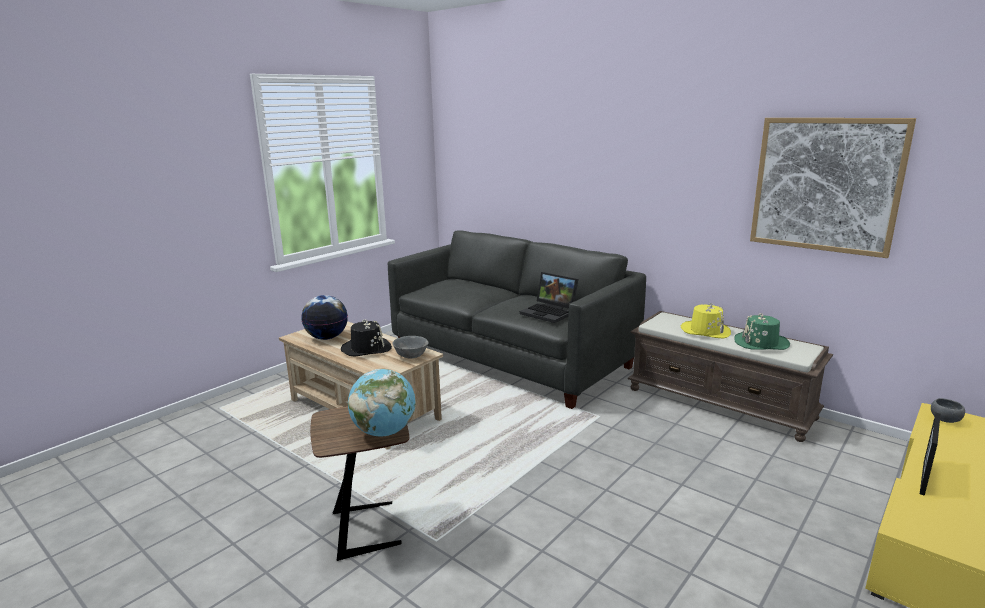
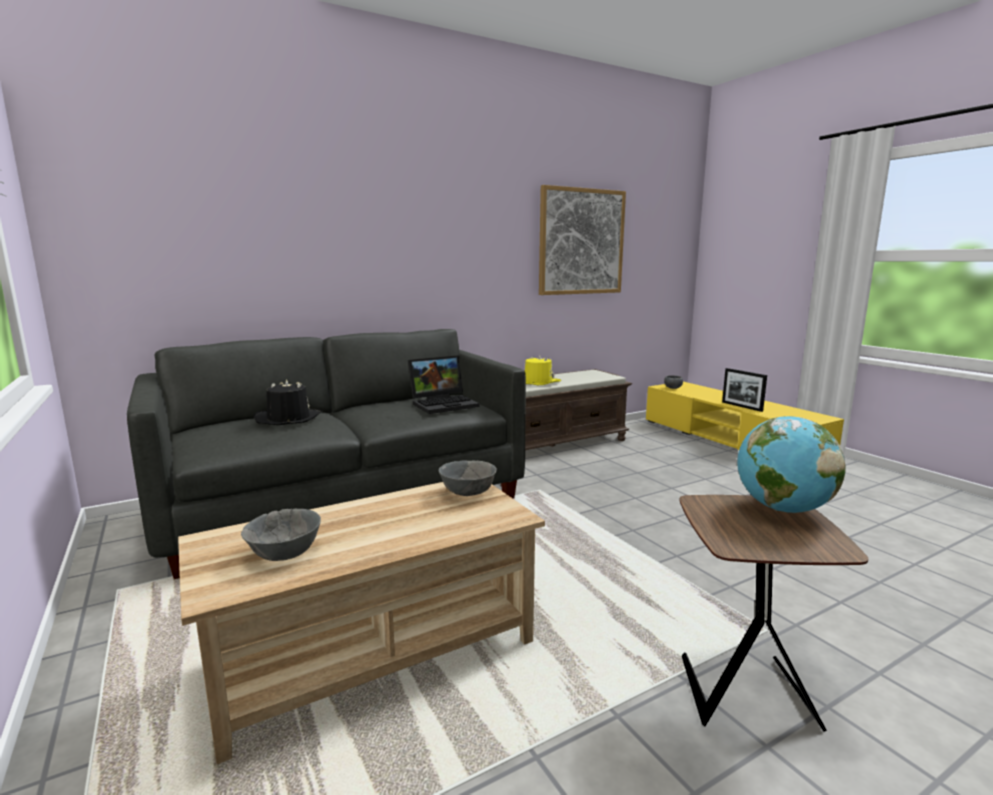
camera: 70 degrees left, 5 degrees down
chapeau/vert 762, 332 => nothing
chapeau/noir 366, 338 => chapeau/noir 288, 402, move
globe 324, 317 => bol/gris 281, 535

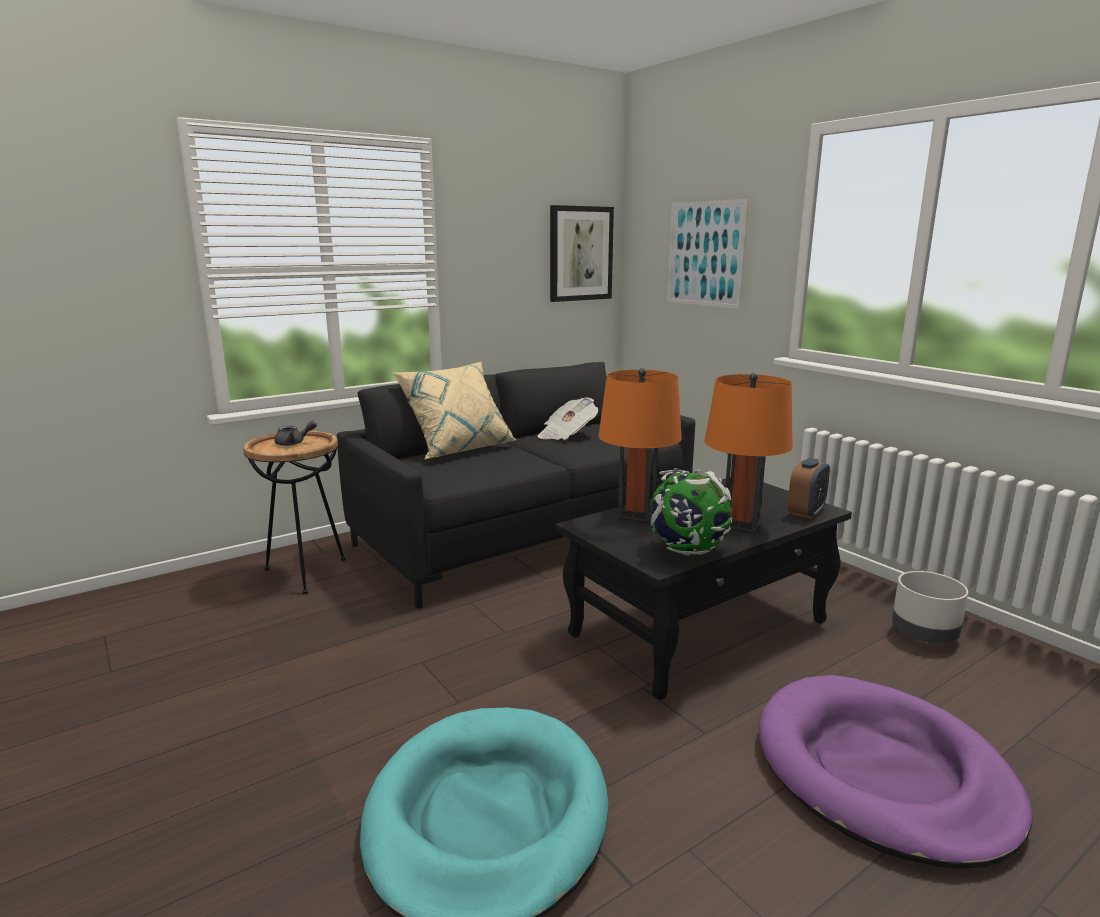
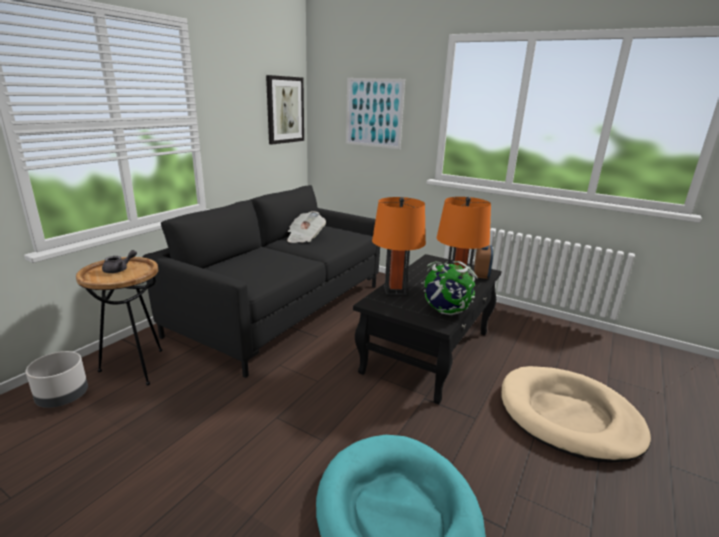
camera: 25 degrees left, 5 degrees up
coussin/beige 454, 410 => nothing
cache-pot/gris 930, 607 => cache-pot/gris 56, 379, move
panier pour chien/violet 896, 771 => panier pour chien/beige 576, 414

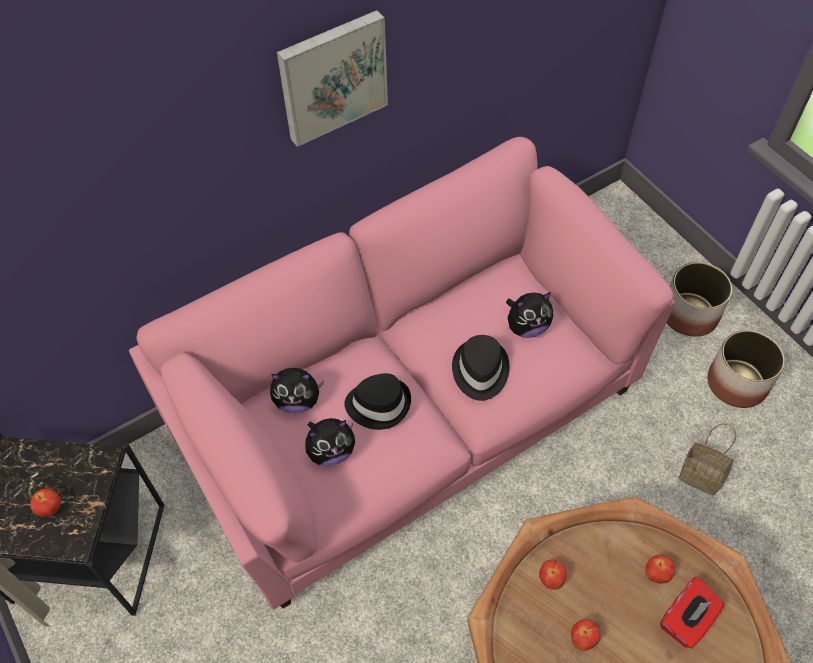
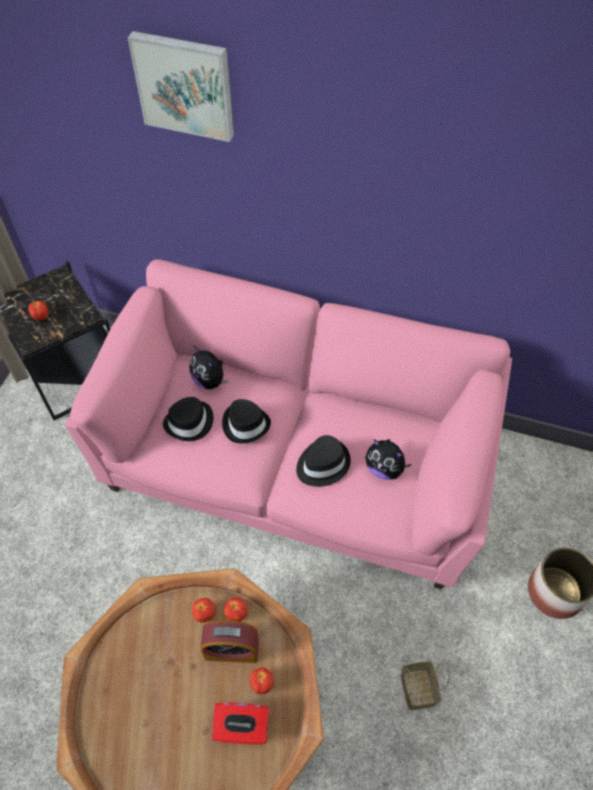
camera: 50 degrees right, 0 degrees up
cache-pot 746, 369 => nothing
nothing => réveil 229, 641
tableau 332, 78 => tableau 181, 86, move
pomme 586, 635 => pomme 236, 609, move
peluche 330, 442 => chapeau/noir 188, 419

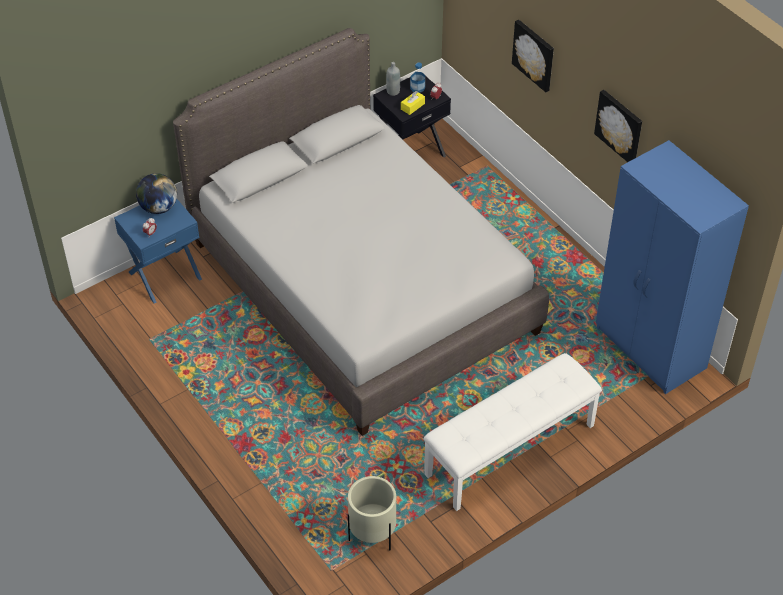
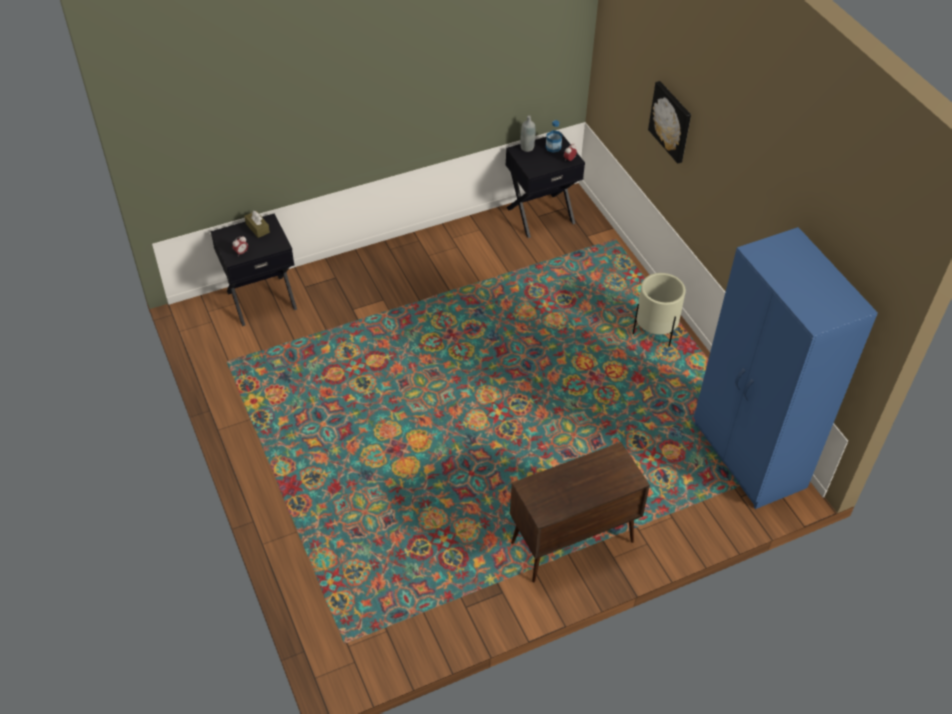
camera: 10 degrees right, 0 degrees up
lit/gris 361, 232 => nothing
boîte à mouchoirs/jaune 413, 103 => nothing
tableau 618, 126 => nothing
cache-pot/beige 372, 513 => cache-pot/beige 659, 309, move
globe 156, 193 => boîte à mouchoirs/marron 257, 224
banc/blanc 512, 432 => meuble de rangement/marron 580, 512
table de chevet/bleu 158, 251 => table de chevet/noir 254, 270

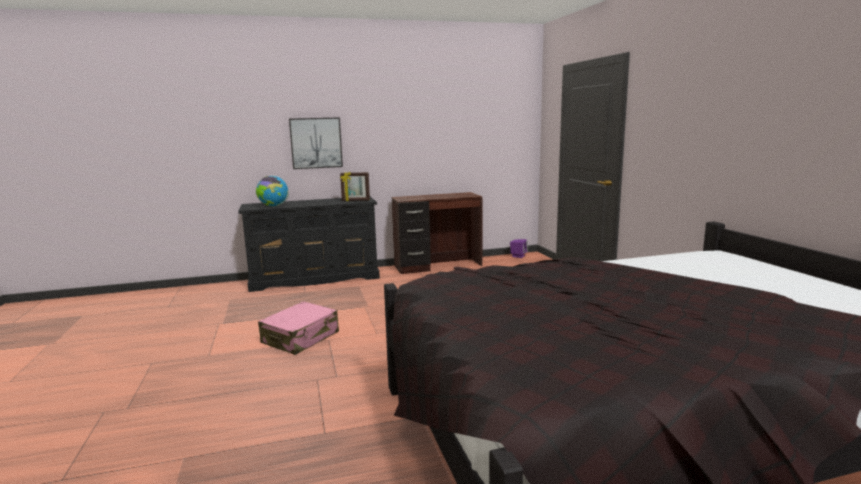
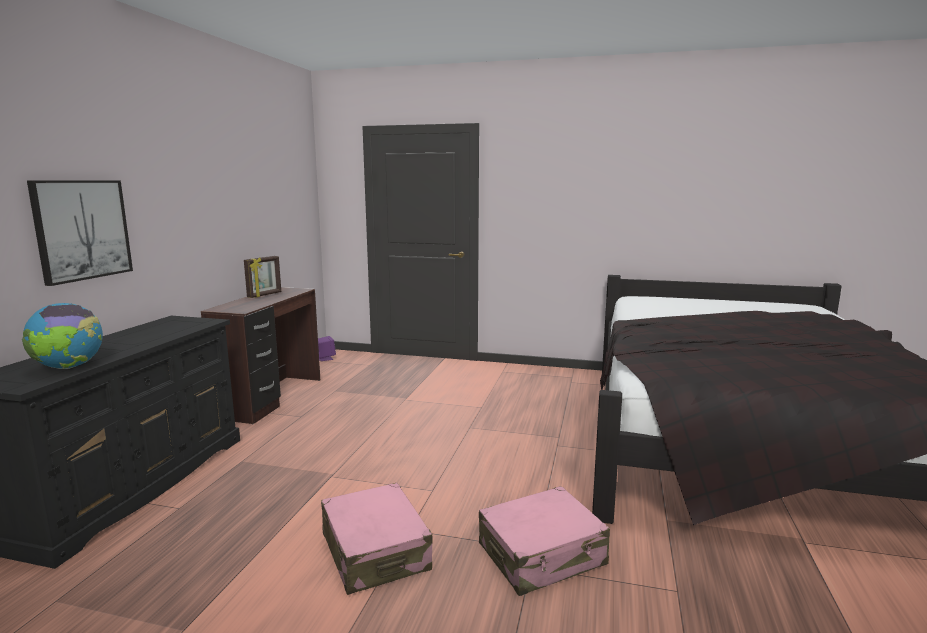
camera: 60 degrees left, 0 degrees up
nothing => valise/rose 544, 541
cadre photo 355, 186 => cadre photo 262, 277, move

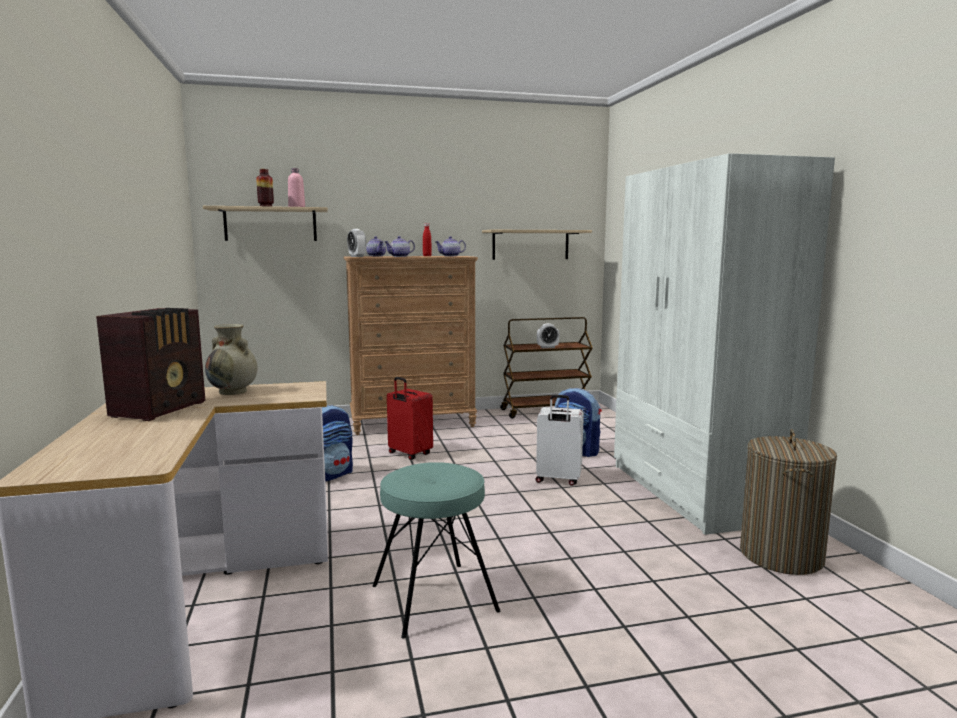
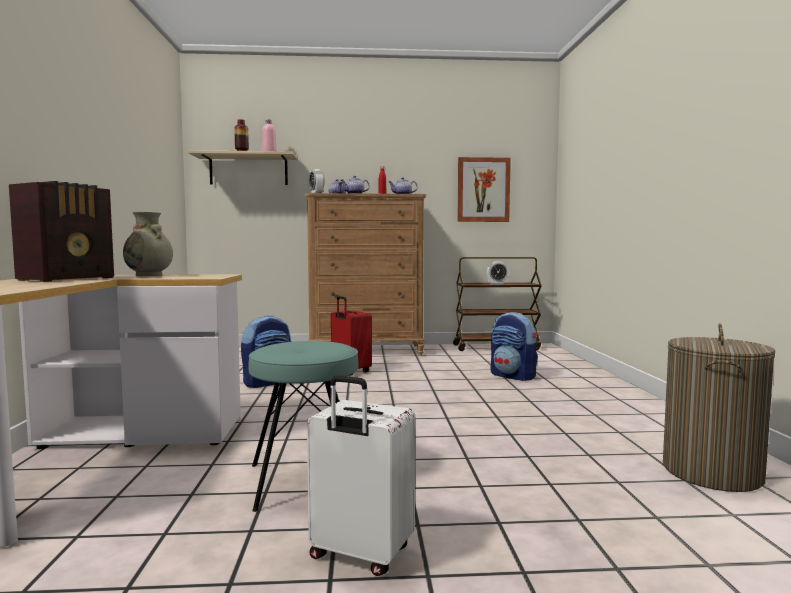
camera: 10 degrees right, 5 degrees down
armoire/blanc 724, 344 => nothing
valise/blanc 560, 440 => valise/blanc 361, 475, move
étagère/beige 537, 245 => tableau 484, 189

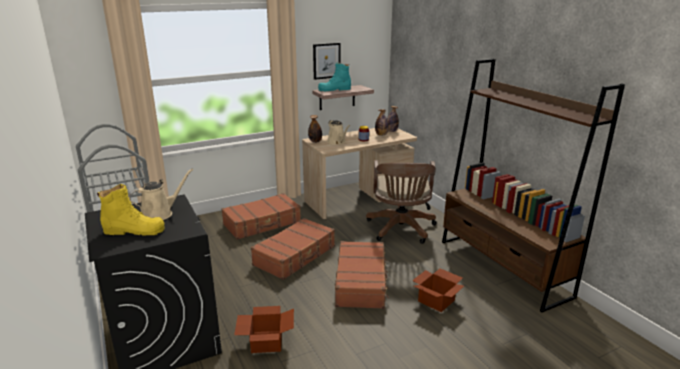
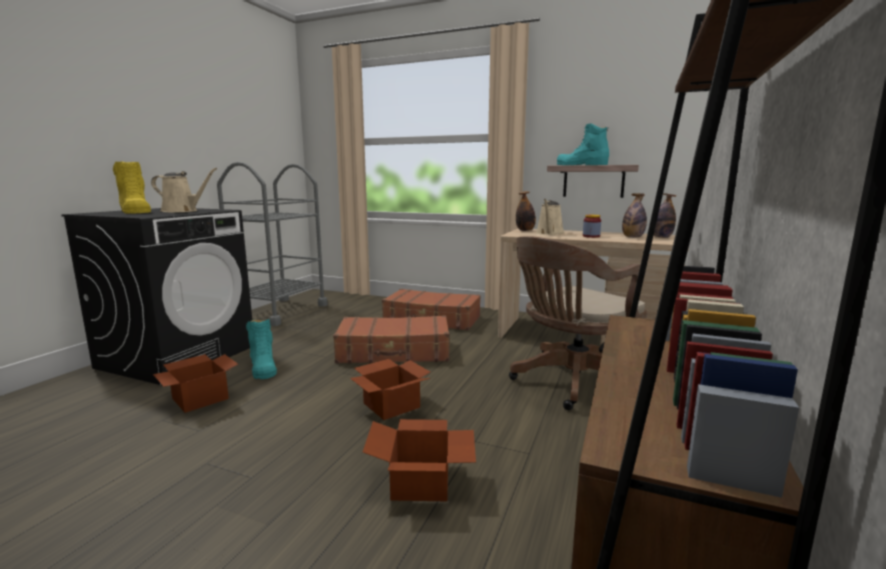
camera: 50 degrees right, 10 degrees down
tableau 327, 61 => nothing
nothing => botte/turquoise 261, 349
valise/marron 362, 275 => carton 390, 389

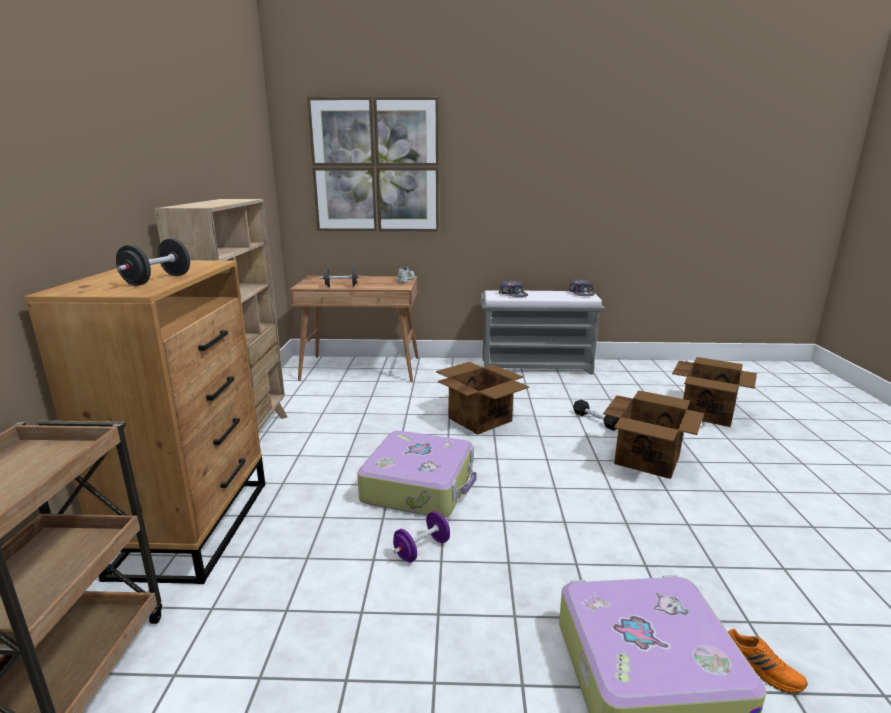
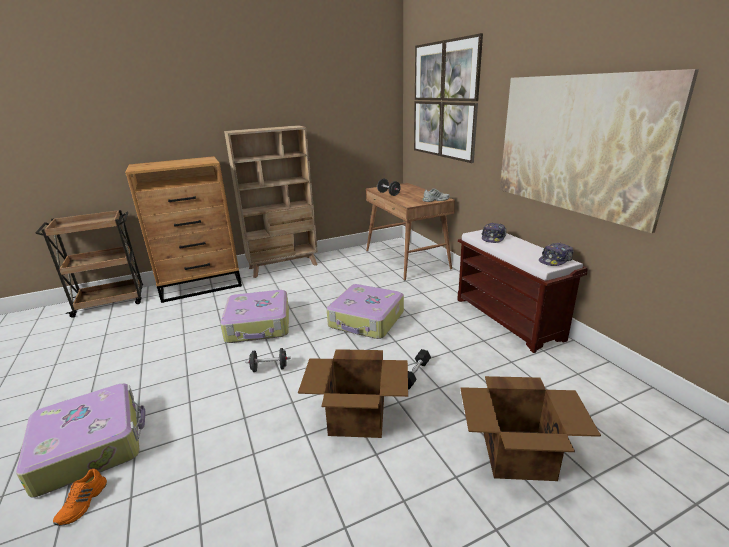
camera: 65 degrees right, 5 degrees up
haltère/violet 421, 537 => nothing
nothing => tableau 599, 151
haltère/noir 153, 262 => haltère/noir 268, 360, move
carton 482, 398 => valise 365, 311
banc/gris 543, 332 => banc/marron 522, 291

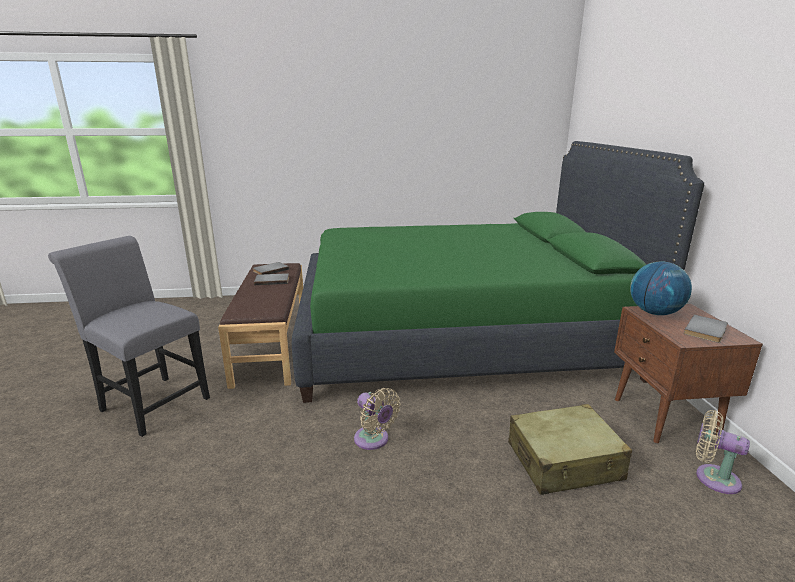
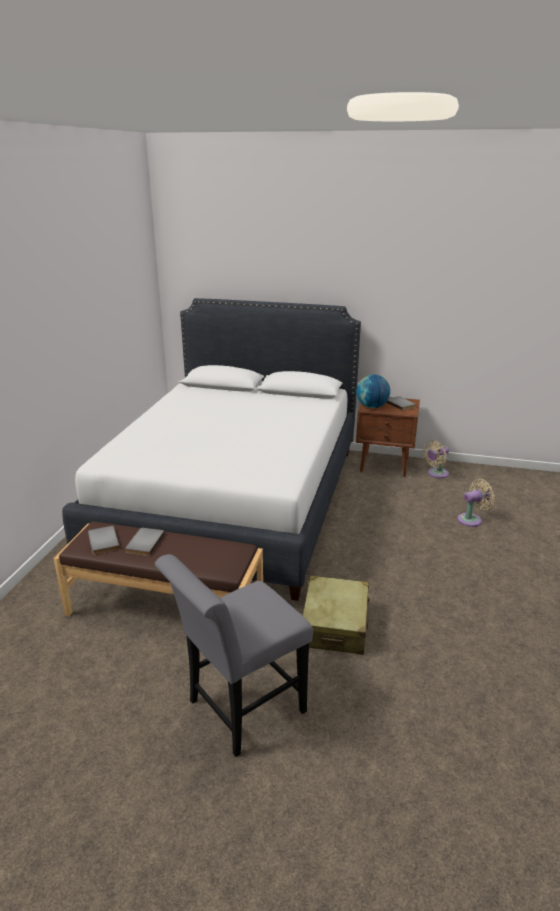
camera: 70 degrees left, 5 degrees up
ventilateur/beige 377, 419 => ventilateur/beige 476, 503, move
valise/beige 570, 449 => valise/beige 336, 615, move
lit/vert 498, 272 => lit/blanc 211, 449

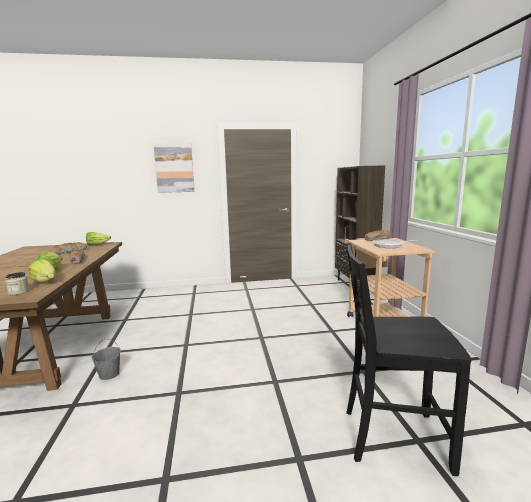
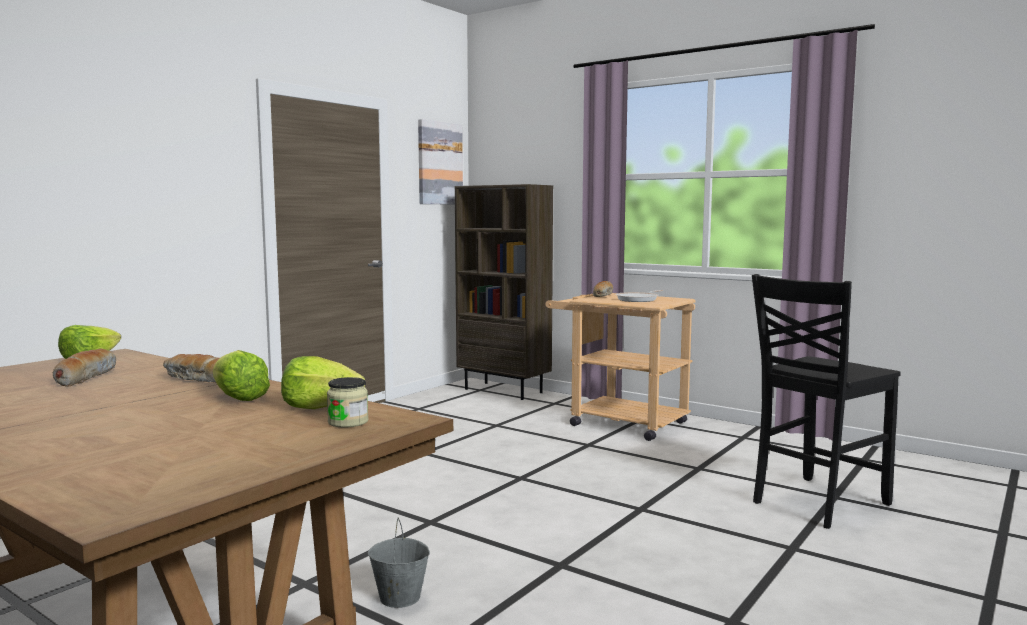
camera: 45 degrees left, 5 degrees down
tableau 173, 168 => tableau 440, 162, move

